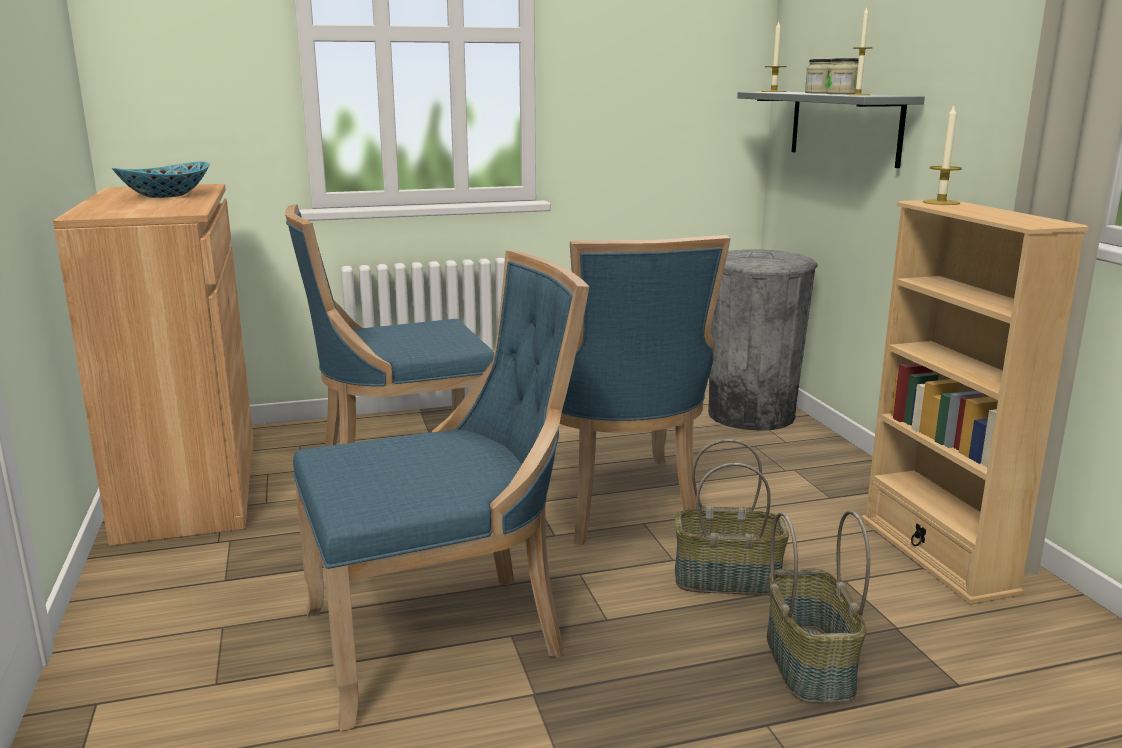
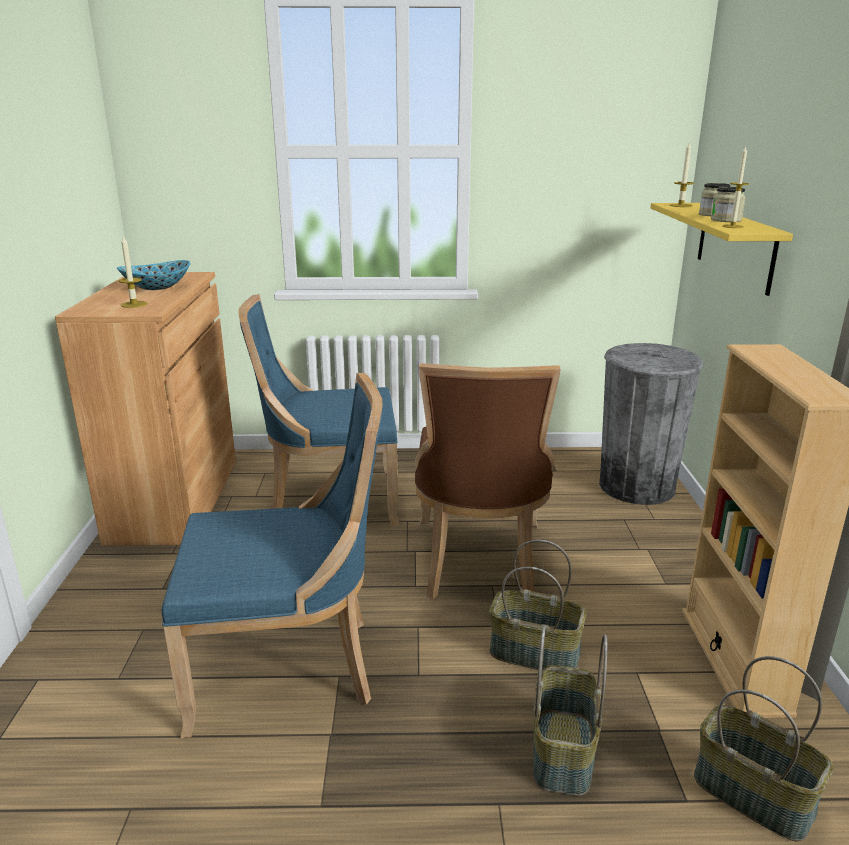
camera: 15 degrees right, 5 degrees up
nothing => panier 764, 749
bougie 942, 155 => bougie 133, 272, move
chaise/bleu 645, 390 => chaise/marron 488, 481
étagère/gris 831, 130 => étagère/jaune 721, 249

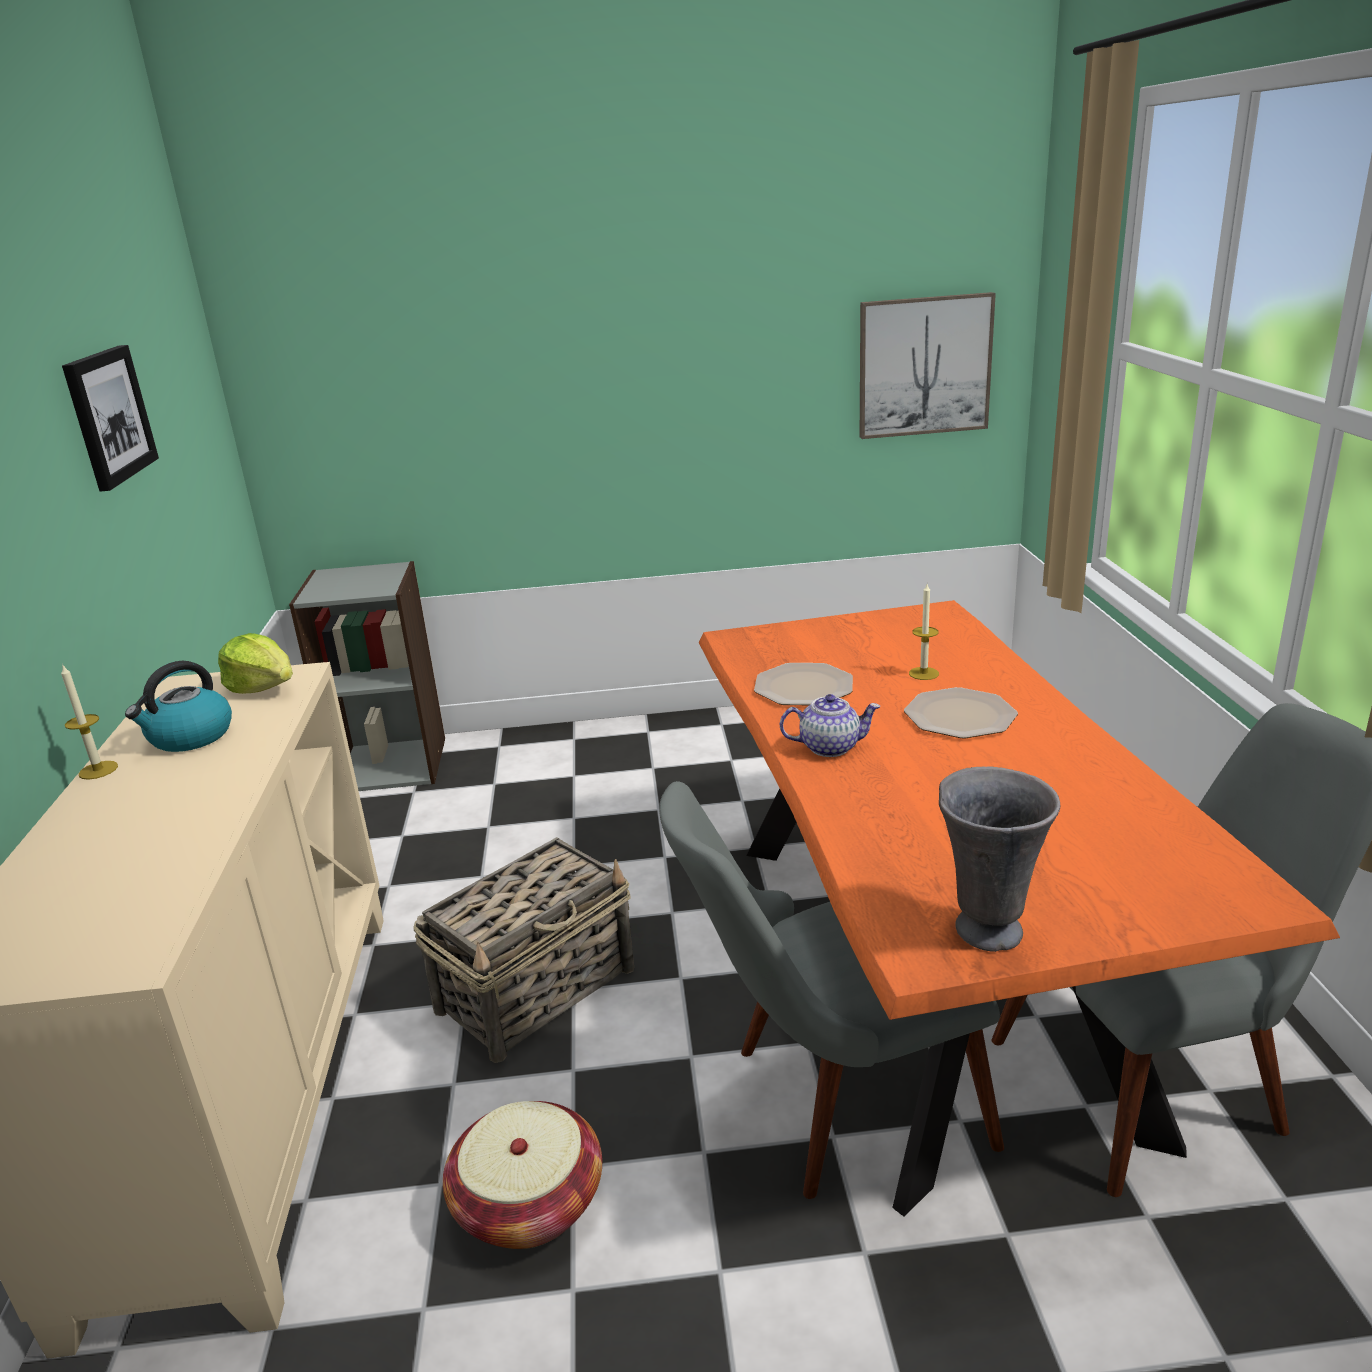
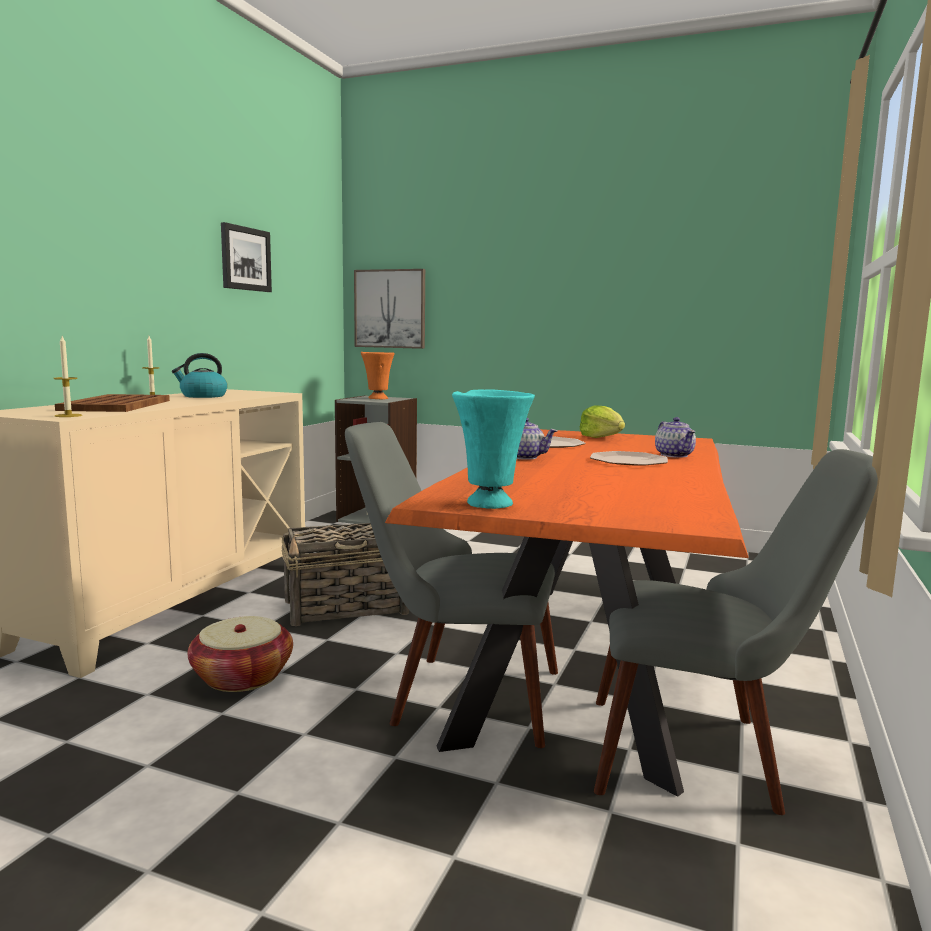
camera: 25 degrees right, 15 degrees down
nothing => plateau/marron 112, 403
nothing => vase/orange 378, 375
nothing => théière 675, 437
laitue 255, 663 => laitue 602, 421, move
tableau 928, 365 => tableau 389, 309, move
bougie 924, 632 => bougie 68, 376, move
vase/gris 999, 859 => vase/turquoise 493, 449

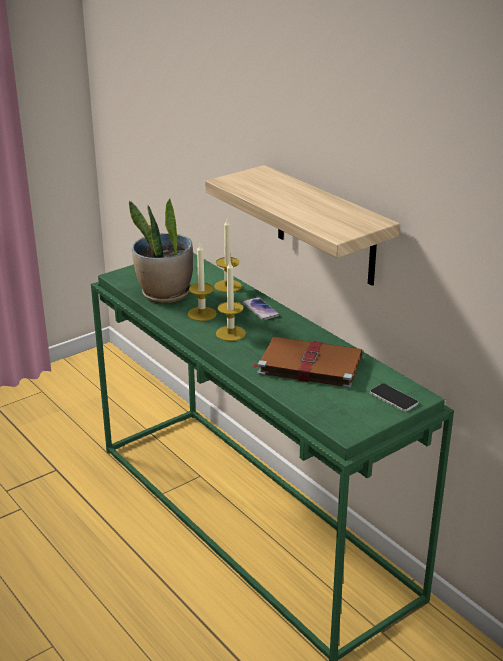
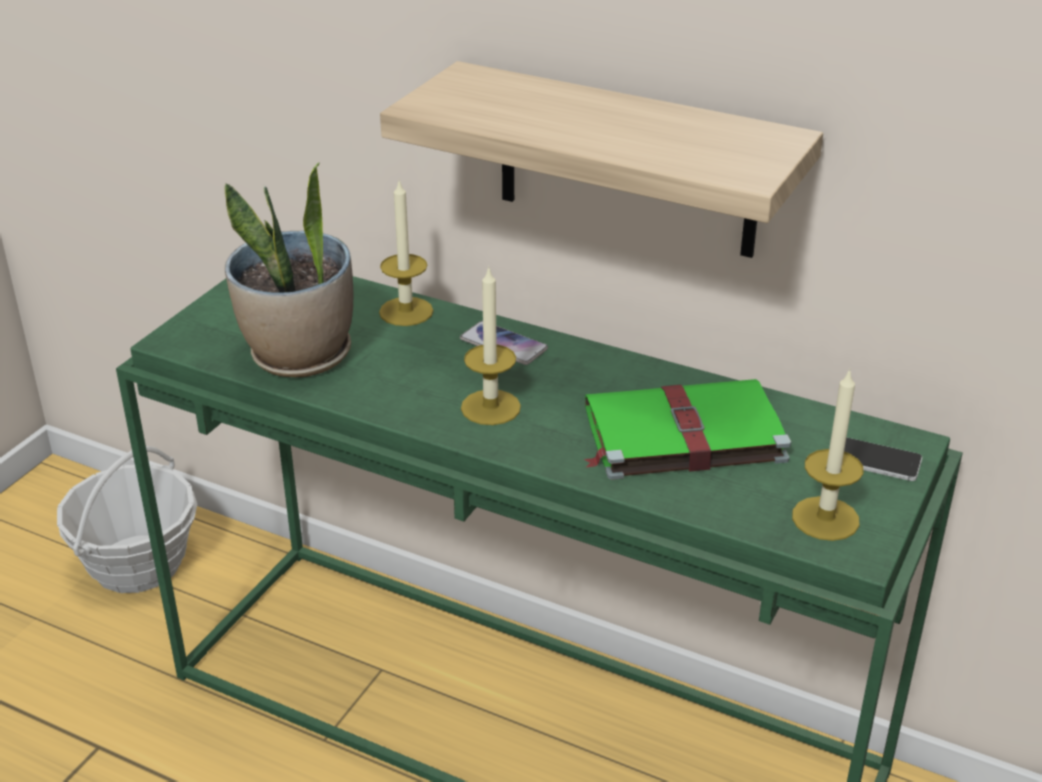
camera: 25 degrees left, 5 degrees up
nothing => panier 127, 519
bougie 202, 282 => bougie 828, 454, move
livre/marron 308, 363 => livre/vert 687, 429

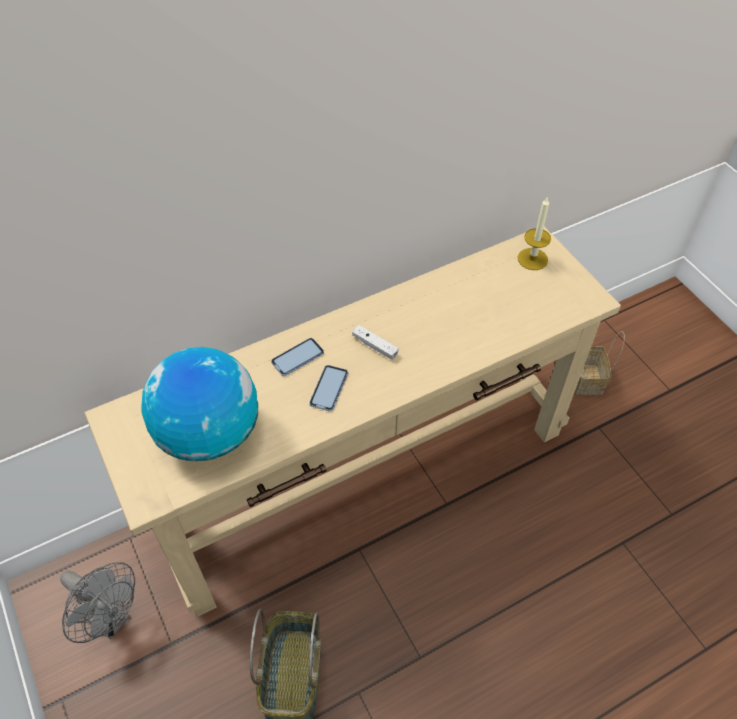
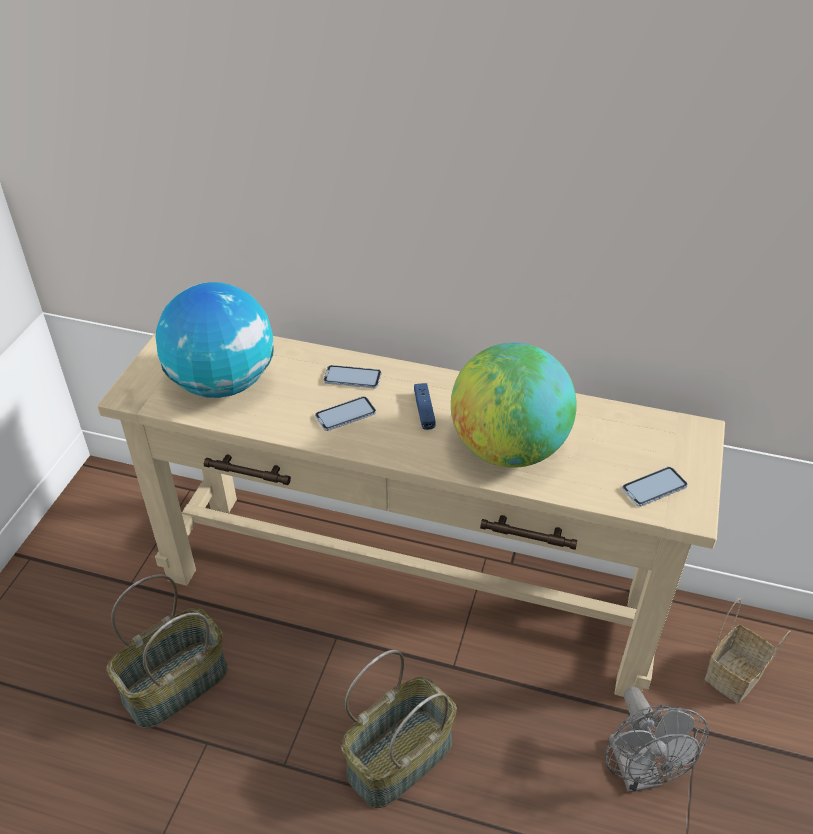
camera: 45 degrees right, 10 degrees down
bougie 534, 233 => nothing
nothing => panier 399, 729
nothing => globe 514, 405
nothing => téléphone 655, 486
ventilateur/gris 97, 602 => ventilateur/gris 657, 740, move
manette/blanc 375, 342 => manette/bleu 425, 406

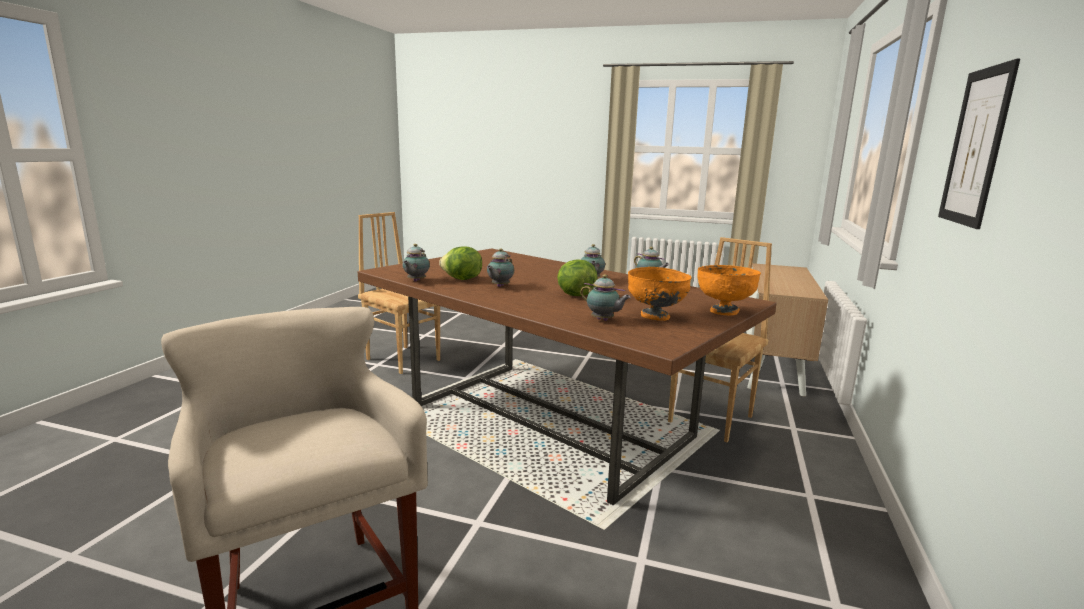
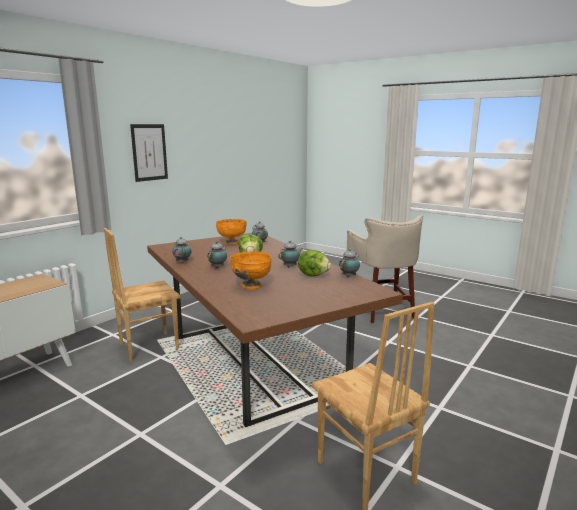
camera: 160 degrees left, 0 degrees up
bol/orange 729, 290 => bol/orange 250, 270, move

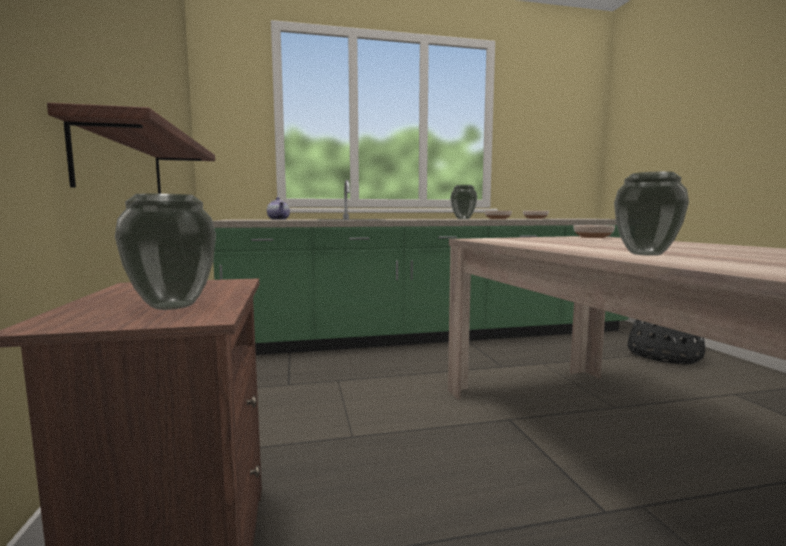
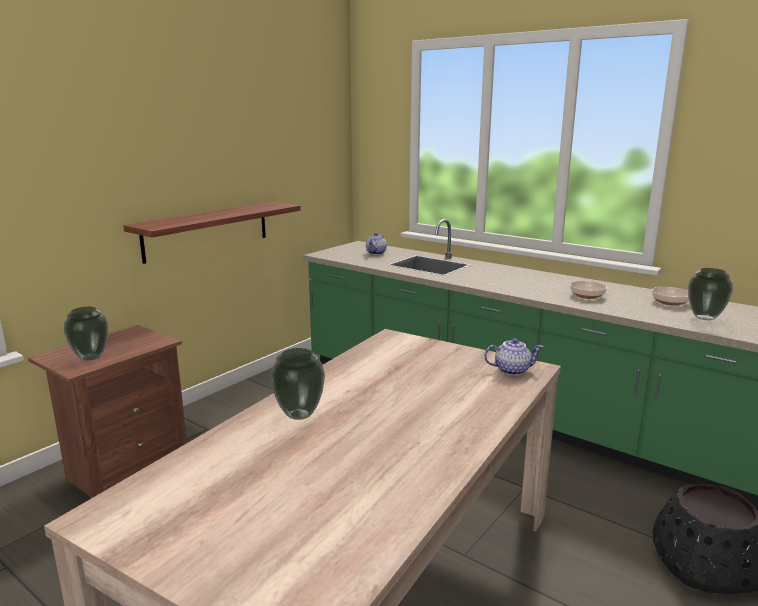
camera: 50 degrees right, 10 degrees up
vase 463, 202 => vase 710, 294, move
bol 594, 231 => théière 513, 357

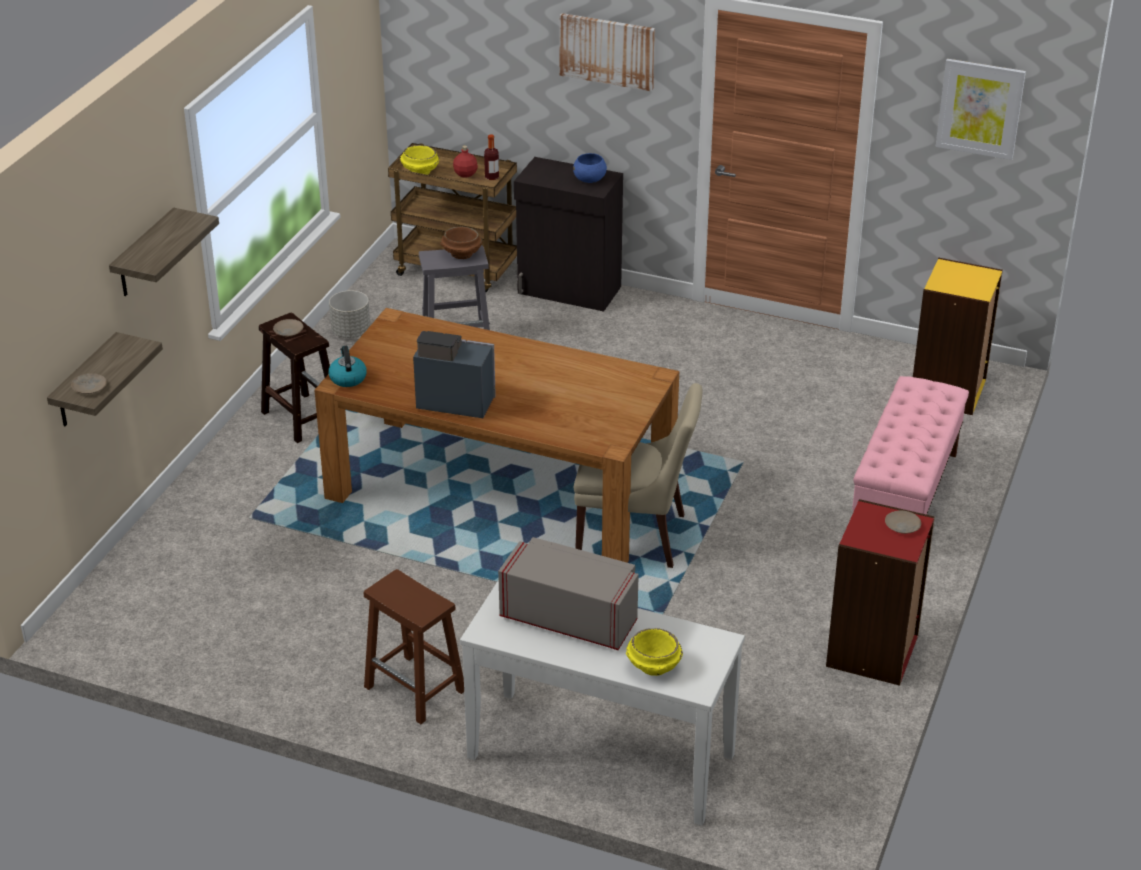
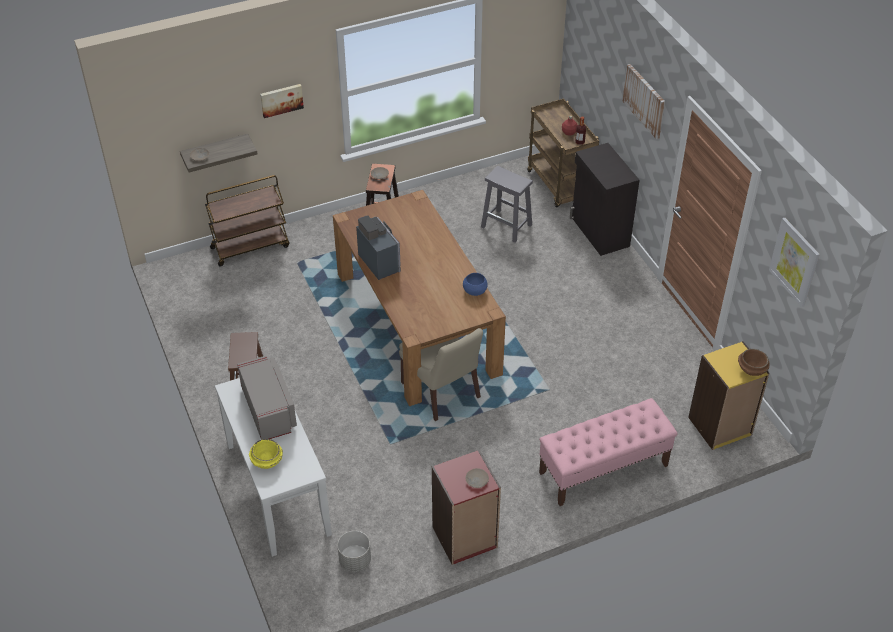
camera: 45 degrees right, 10 degrees up
bouilloire 347, 366 => nothing
bol/jaune 419, 160 => nothing
nothing => chariot/marron 247, 221
cache-pot/gris 349, 314 => cache-pot/gris 354, 551, move
bol/marron 461, 242 => bol/marron 754, 362, move
bol/bleu 590, 168 => bol/bleu 475, 284, move
étagère 164, 252 => tableau 282, 101

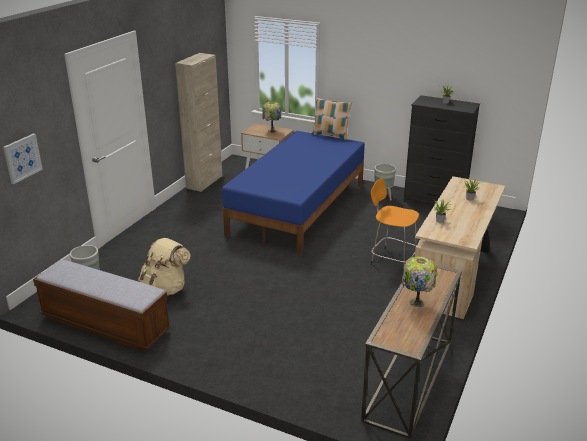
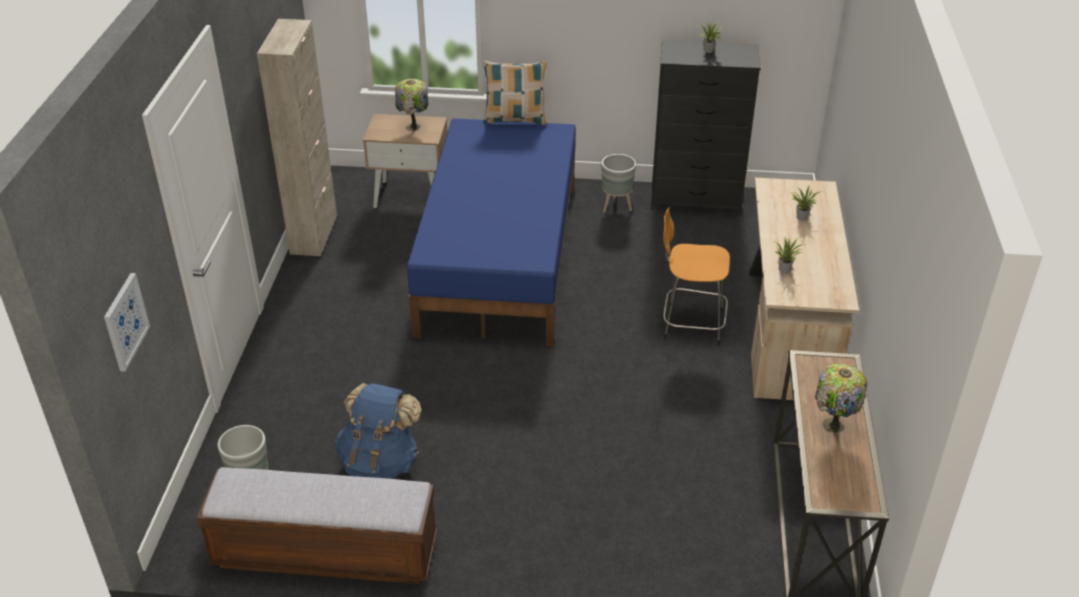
camera: 20 degrees left, 10 degrees up
sac à dos/beige 164, 267 => sac à dos/bleu 378, 431

